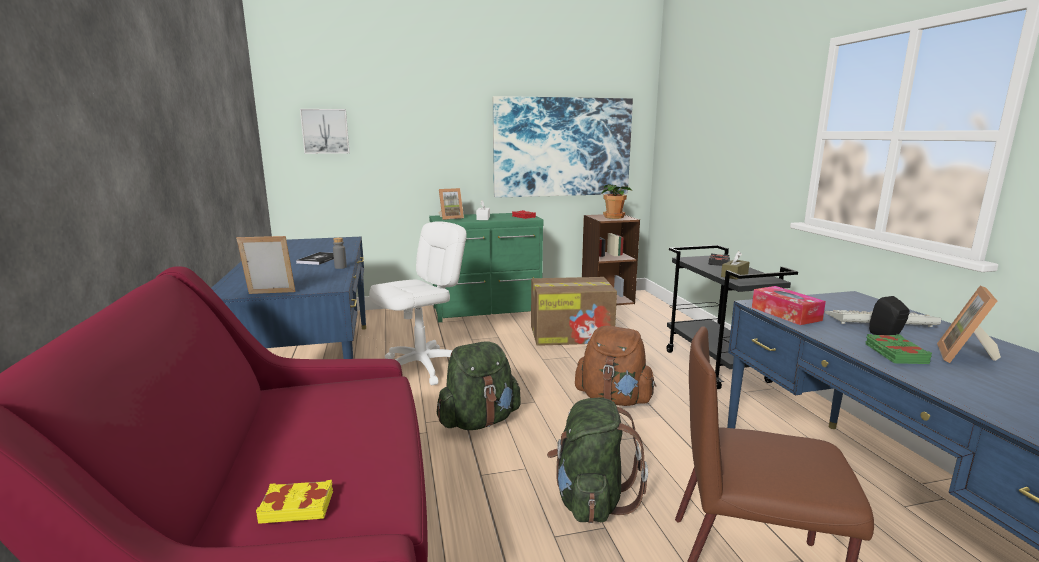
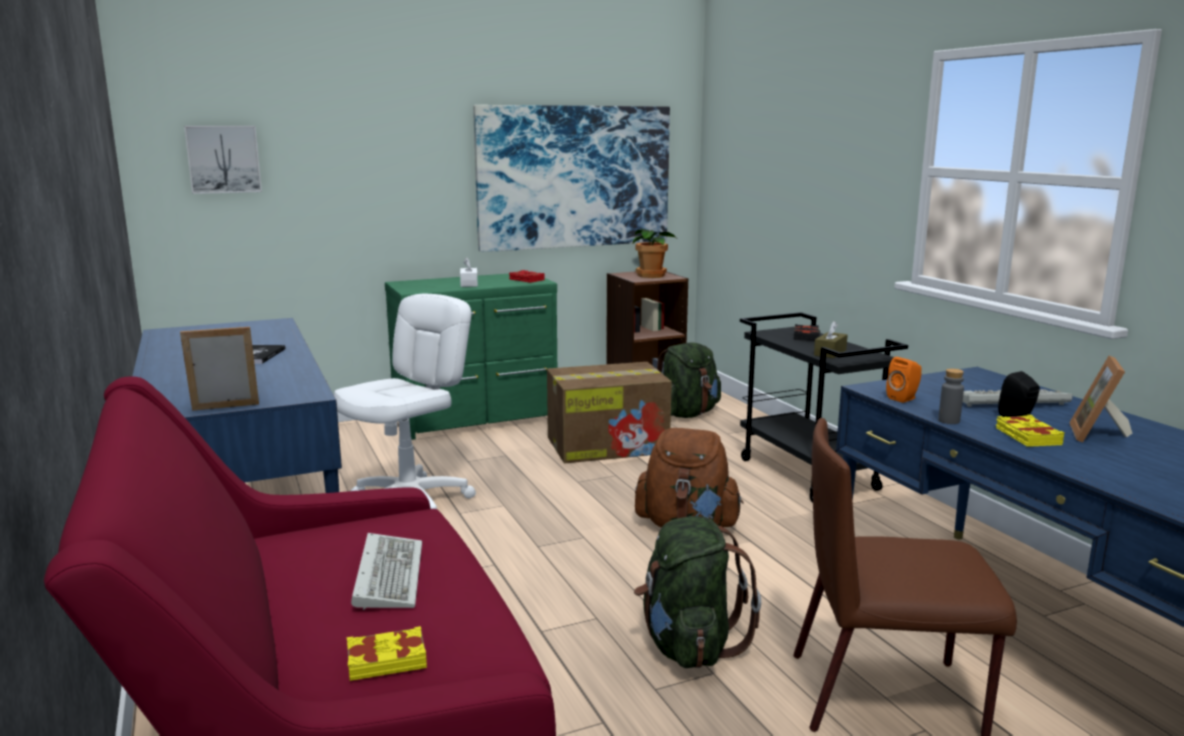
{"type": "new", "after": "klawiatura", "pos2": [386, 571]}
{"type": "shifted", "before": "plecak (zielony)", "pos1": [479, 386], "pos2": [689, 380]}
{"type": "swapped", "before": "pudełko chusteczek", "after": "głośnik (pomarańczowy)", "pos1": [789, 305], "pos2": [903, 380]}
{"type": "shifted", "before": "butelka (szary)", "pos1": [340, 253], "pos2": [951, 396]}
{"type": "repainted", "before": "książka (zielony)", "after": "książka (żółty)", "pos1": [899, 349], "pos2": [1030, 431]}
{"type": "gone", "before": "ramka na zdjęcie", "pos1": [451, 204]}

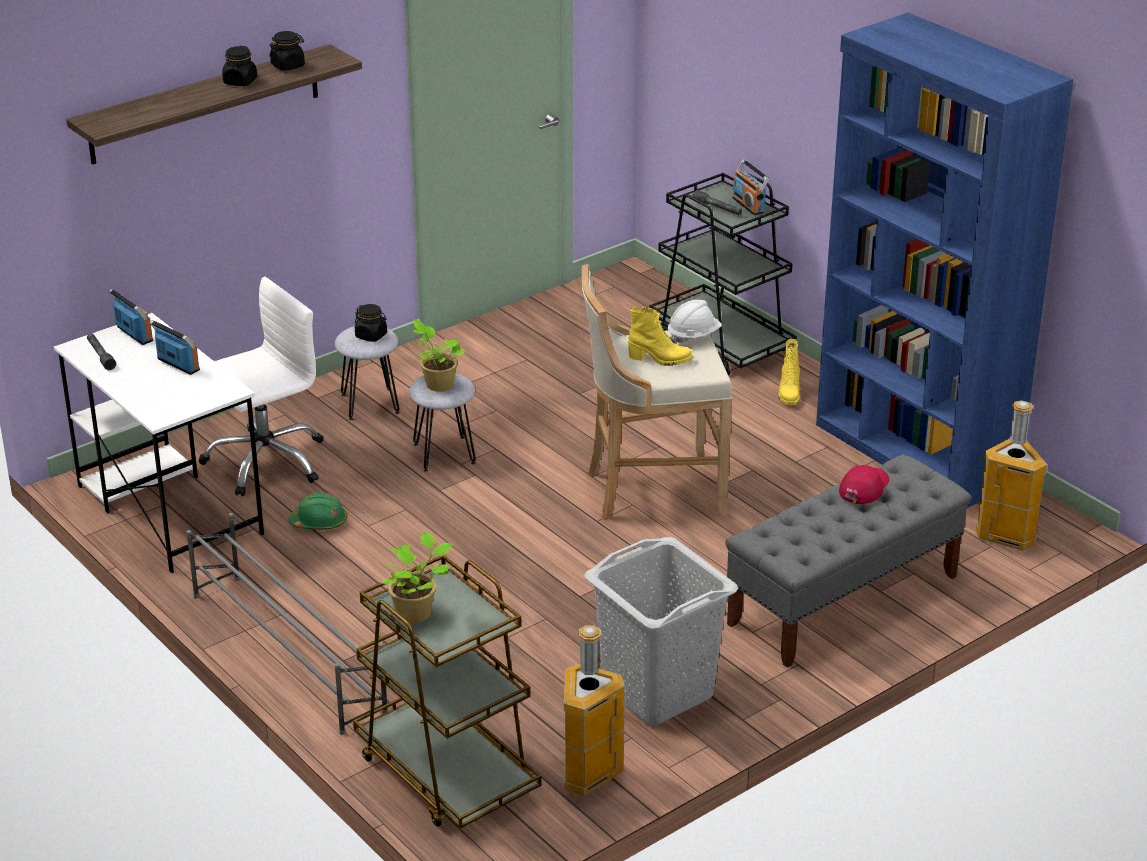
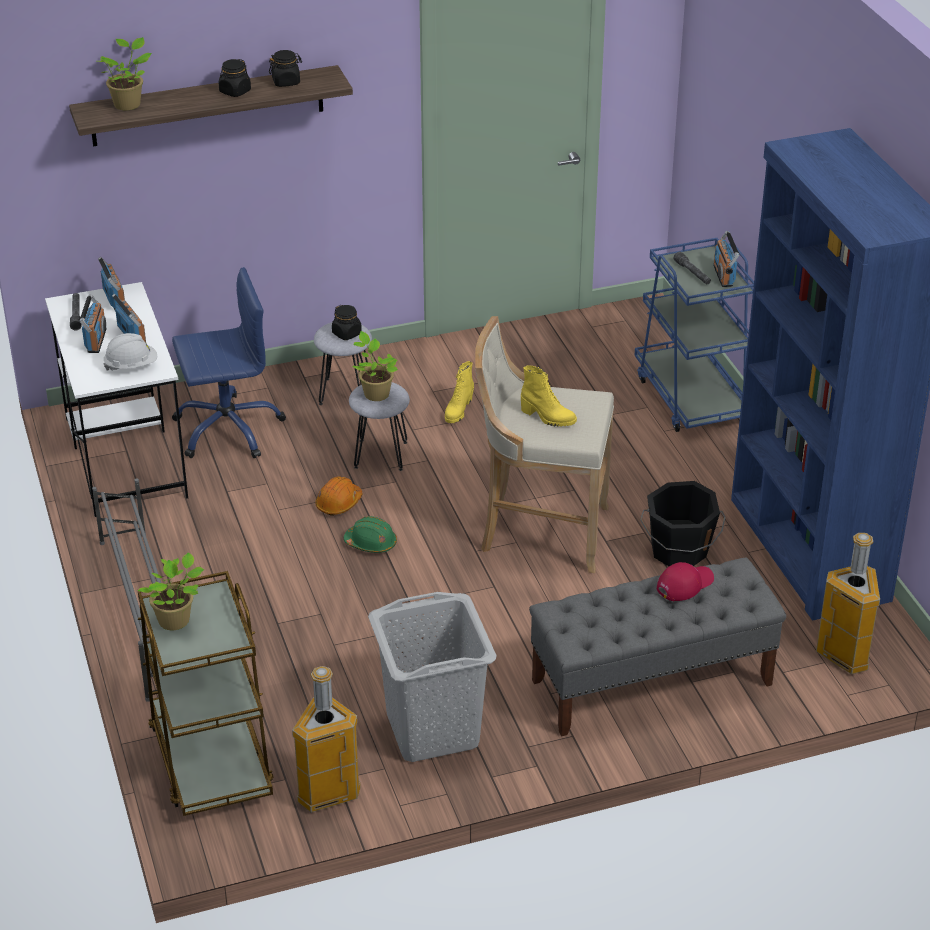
{"type": "new", "after": "radio", "pos2": [93, 323]}
{"type": "new", "after": "roślina doniczkowa", "pos2": [124, 73]}
{"type": "shifted", "before": "kask (biały)", "pos1": [695, 322], "pos2": [130, 352]}
{"type": "repainted", "before": "krzesło biurowe (biały)", "after": "krzesło biurowe (niebieski)", "pos1": [261, 386], "pos2": [229, 362]}
{"type": "new", "after": "kask (pomarańczowy)", "pos2": [339, 496]}
{"type": "shifted", "before": "kask (zielony)", "pos1": [318, 511], "pos2": [370, 534]}
{"type": "shifted", "before": "but z cholewką (żółty)", "pos1": [789, 372], "pos2": [459, 392]}
{"type": "repainted", "before": "wózek (czarny)", "after": "wózek (niebieski)", "pos1": [723, 274], "pos2": [694, 335]}
{"type": "new", "after": "wiadro (czarny)", "pos2": [682, 523]}

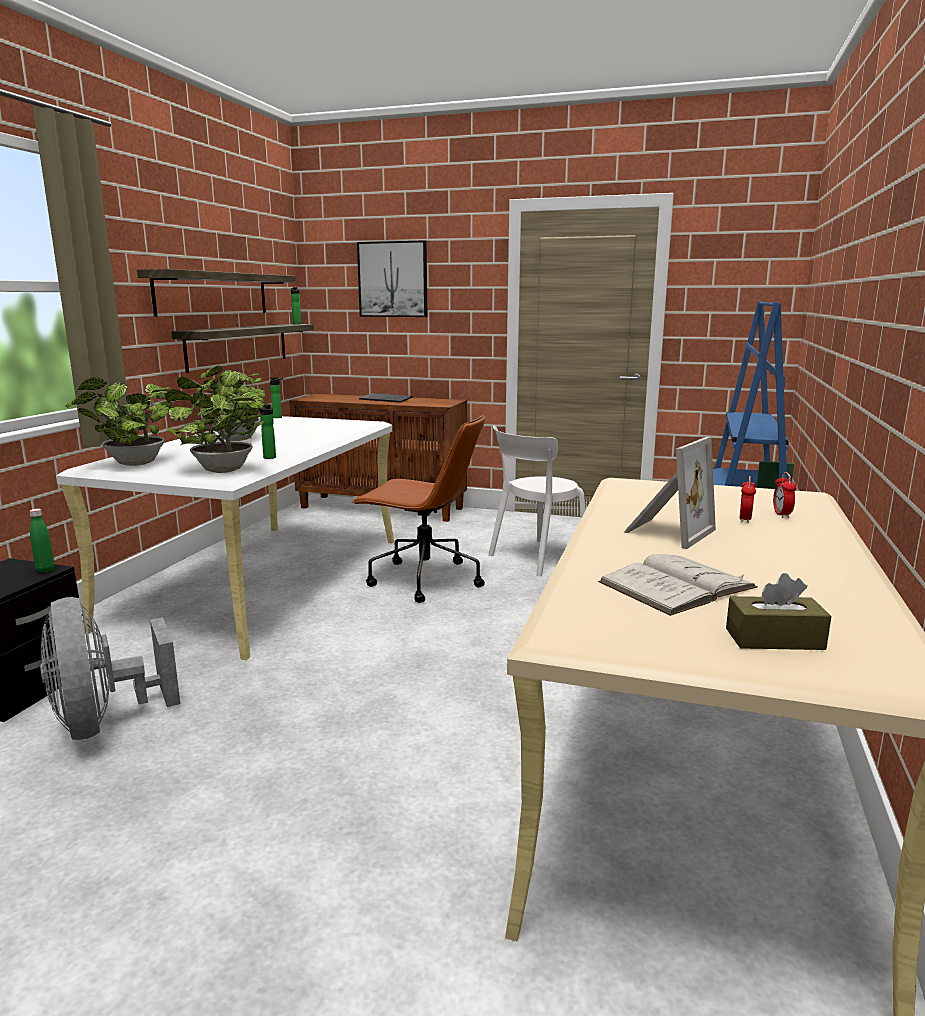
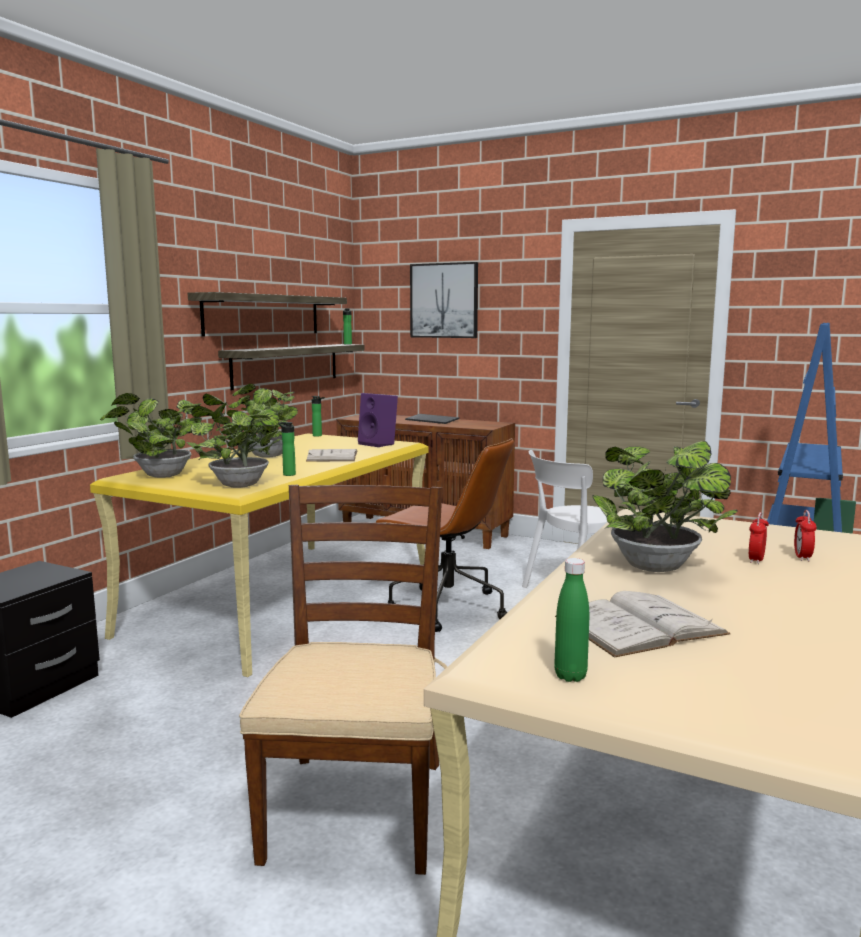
{"type": "repainted", "before": "biurko (biały)", "after": "biurko (żółty)", "pos1": [225, 538], "pos2": [259, 555]}
{"type": "new", "after": "krzesło (brązowy)", "pos2": [343, 680]}
{"type": "new", "after": "książka (biały)", "pos2": [331, 455]}
{"type": "new", "after": "głośnik (fioletowy)", "pos2": [378, 420]}
{"type": "shifted", "before": "butelka (zielony)", "pos1": [42, 541], "pos2": [571, 620]}
{"type": "swapped", "before": "ramka na zdjęcie", "after": "roślina doniczkowa", "pos1": [670, 493], "pos2": [665, 506]}
{"type": "gone", "before": "wentylator (szary)", "pos1": [110, 668]}
{"type": "gone", "before": "pudełko chusteczek (brązowy)", "pos1": [778, 611]}

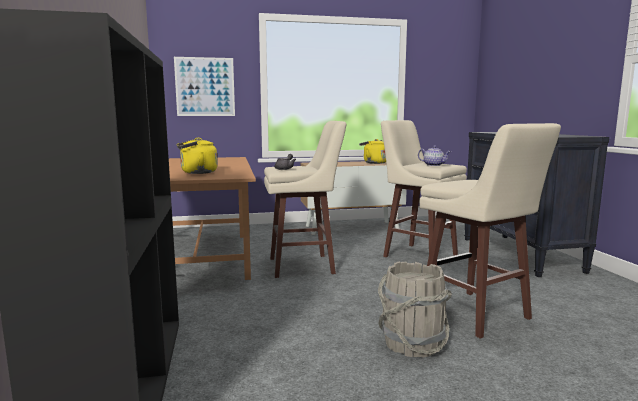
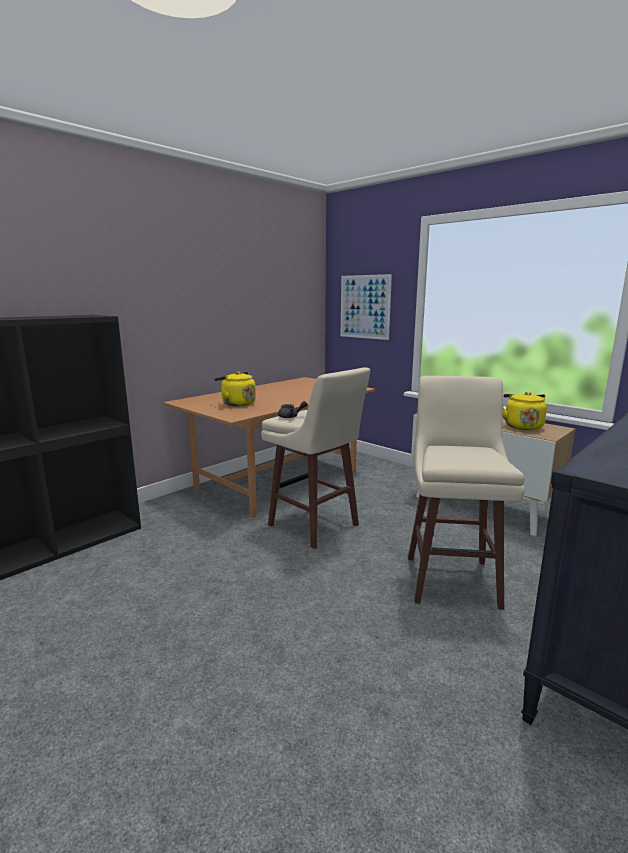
{"type": "gone", "before": "wiadro (szary)", "pos1": [415, 309]}
{"type": "gone", "before": "imbryk", "pos1": [434, 156]}
{"type": "gone", "before": "stołek (beżowy)", "pos1": [490, 231]}

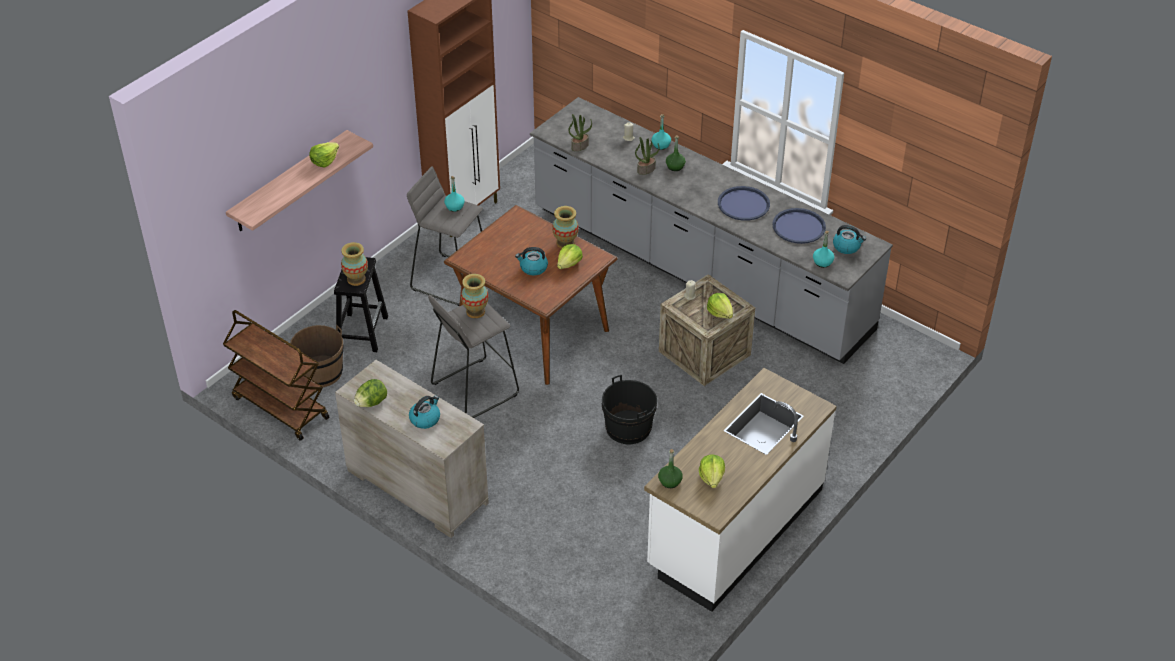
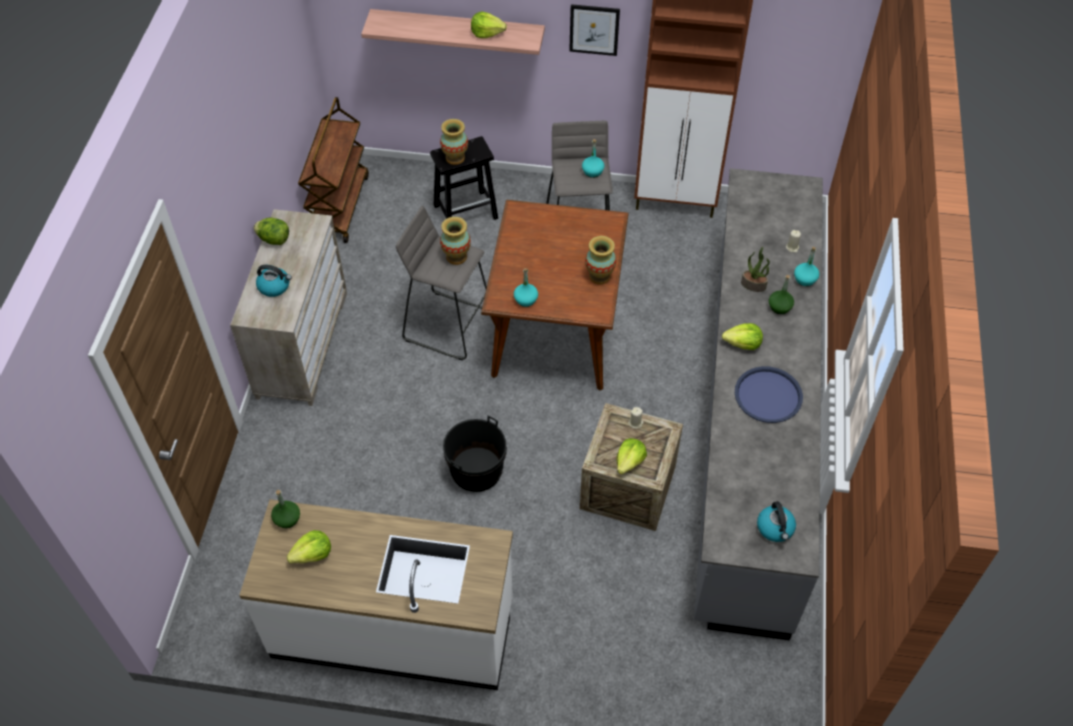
{"type": "shifted", "before": "butelka (turkusowy)", "pos1": [823, 249], "pos2": [526, 287]}
{"type": "new", "after": "obraz", "pos2": [594, 30]}
{"type": "shifted", "before": "sałata", "pos1": [570, 256], "pos2": [742, 336]}
{"type": "gone", "before": "wiadro (brązowy)", "pos1": [317, 356]}
{"type": "gone", "before": "czajnik", "pos1": [531, 261]}
{"type": "gone", "before": "roślina doniczkowa", "pos1": [580, 132]}
{"type": "gone", "before": "taca (niebieski)", "pos1": [799, 226]}

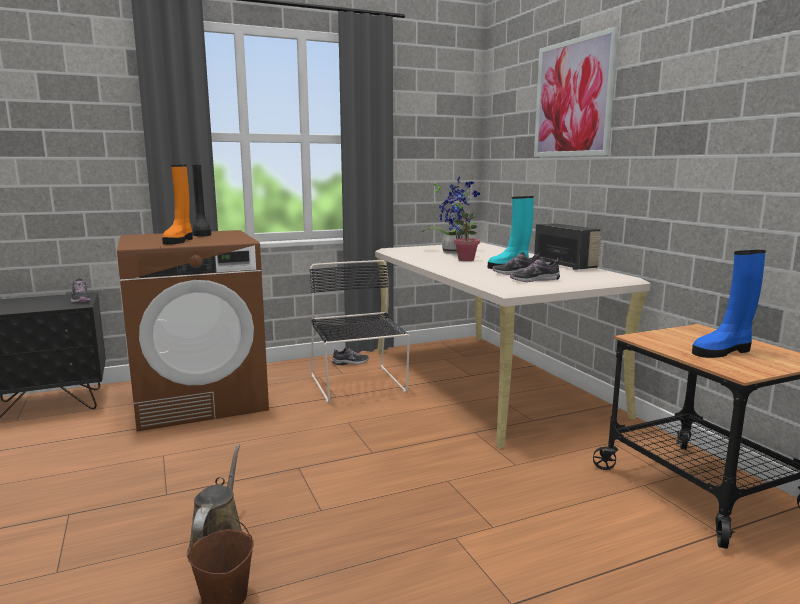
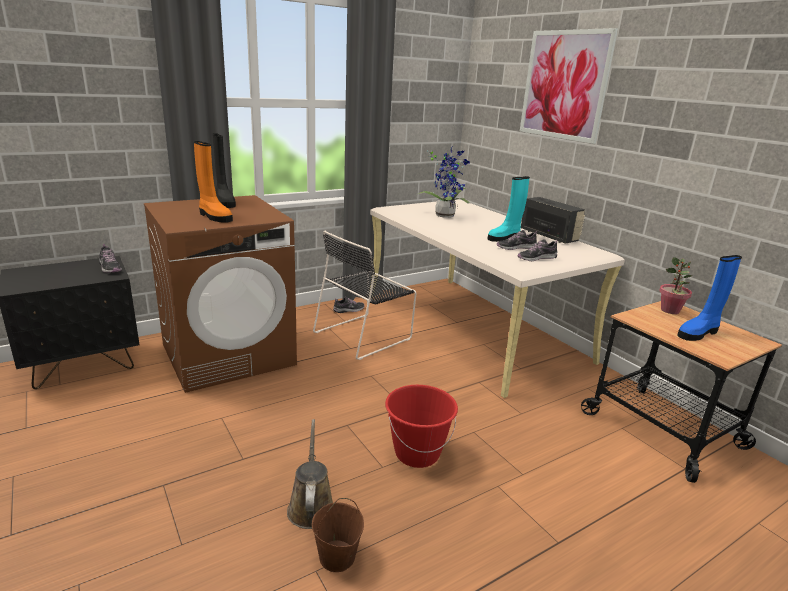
{"type": "rotated", "before": "but z cholewką (pomarańczowy)", "pos1": [177, 204], "pos2": [213, 182], "turn": -45}
{"type": "rotated", "before": "krzesło (czarny)", "pos1": [360, 331], "pos2": [364, 295], "turn": -105}
{"type": "new", "after": "wiadro (czerwony)", "pos2": [421, 426]}
{"type": "shifted", "before": "roślina doniczkowa", "pos1": [467, 236], "pos2": [675, 285]}

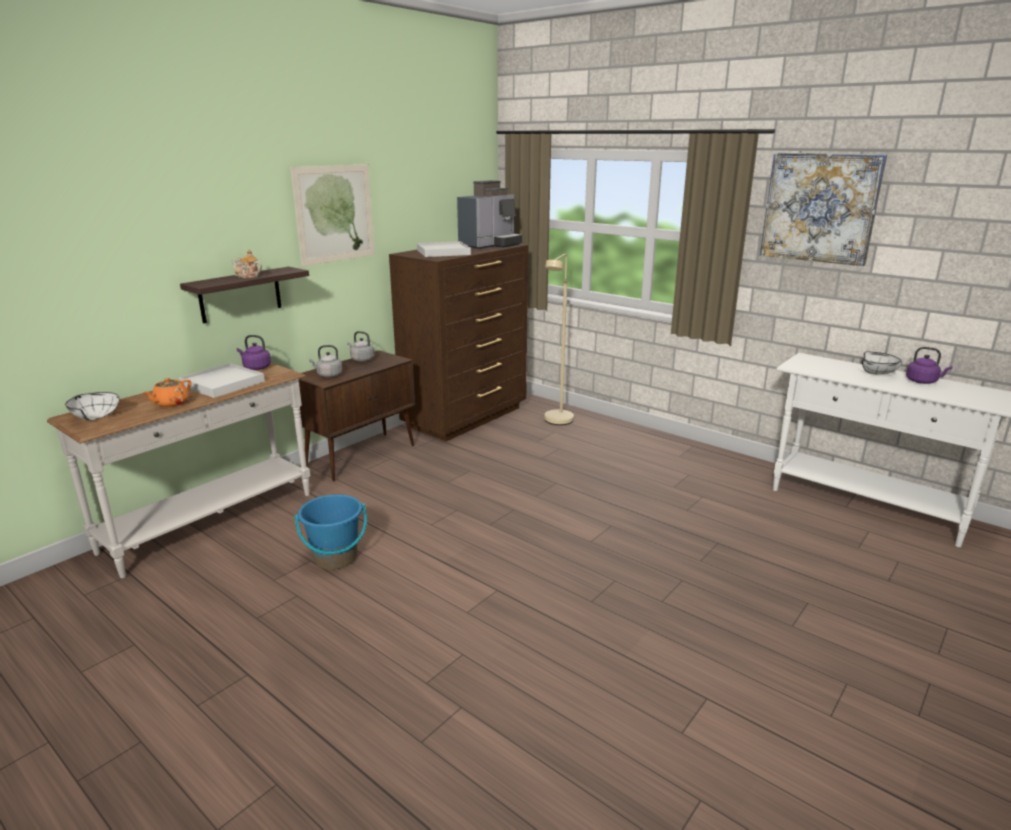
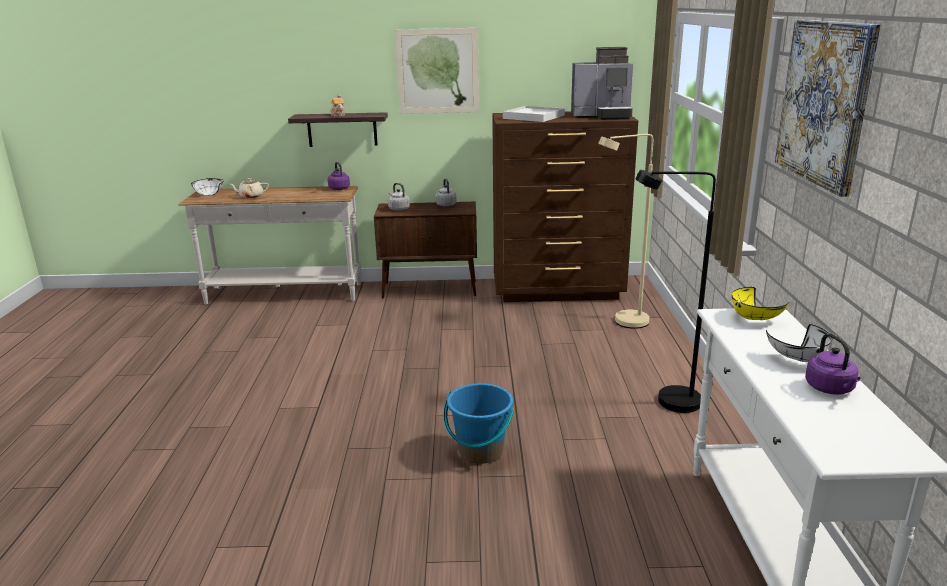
{"type": "repainted", "before": "imbryk (pomarańczowy)", "after": "imbryk (beżowy)", "pos1": [167, 392], "pos2": [249, 188]}
{"type": "shifted", "before": "wiadro (niebieski)", "pos1": [331, 532], "pos2": [478, 423]}
{"type": "new", "after": "lampa stojąca (czarny)", "pos2": [675, 291]}
{"type": "new", "after": "miska (żółty)", "pos2": [761, 303]}
{"type": "gone", "before": "taca (biały)", "pos1": [222, 380]}

